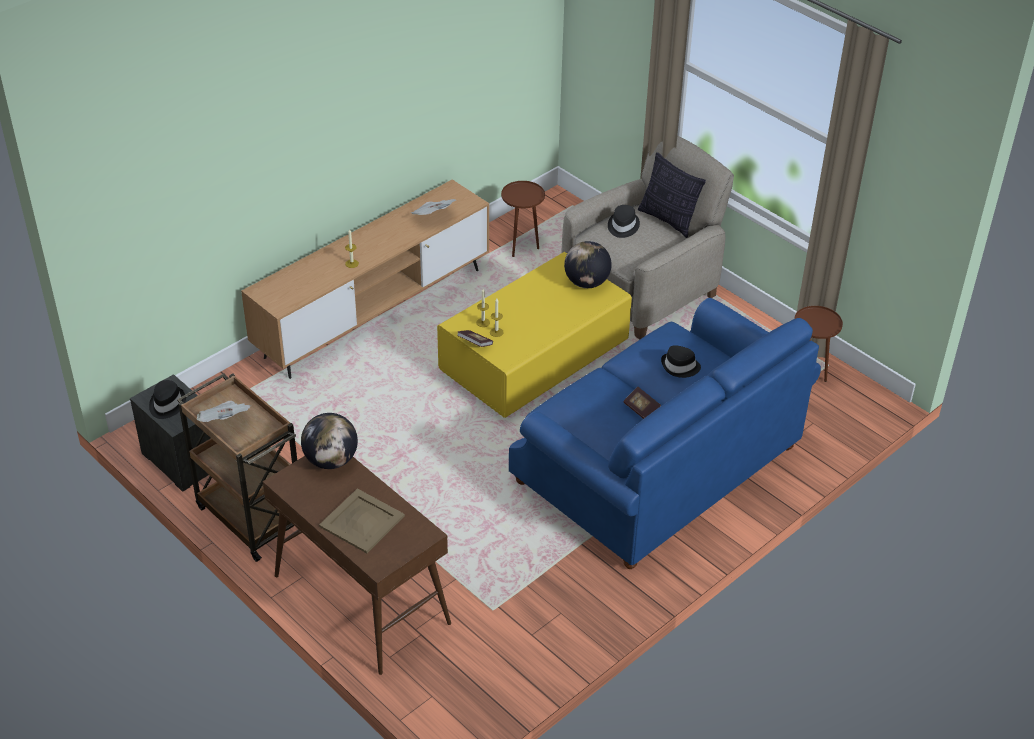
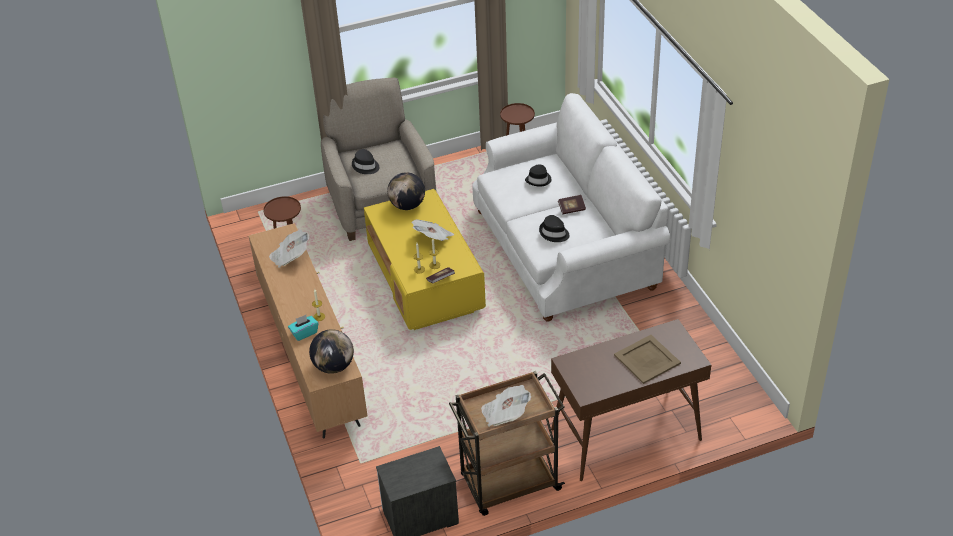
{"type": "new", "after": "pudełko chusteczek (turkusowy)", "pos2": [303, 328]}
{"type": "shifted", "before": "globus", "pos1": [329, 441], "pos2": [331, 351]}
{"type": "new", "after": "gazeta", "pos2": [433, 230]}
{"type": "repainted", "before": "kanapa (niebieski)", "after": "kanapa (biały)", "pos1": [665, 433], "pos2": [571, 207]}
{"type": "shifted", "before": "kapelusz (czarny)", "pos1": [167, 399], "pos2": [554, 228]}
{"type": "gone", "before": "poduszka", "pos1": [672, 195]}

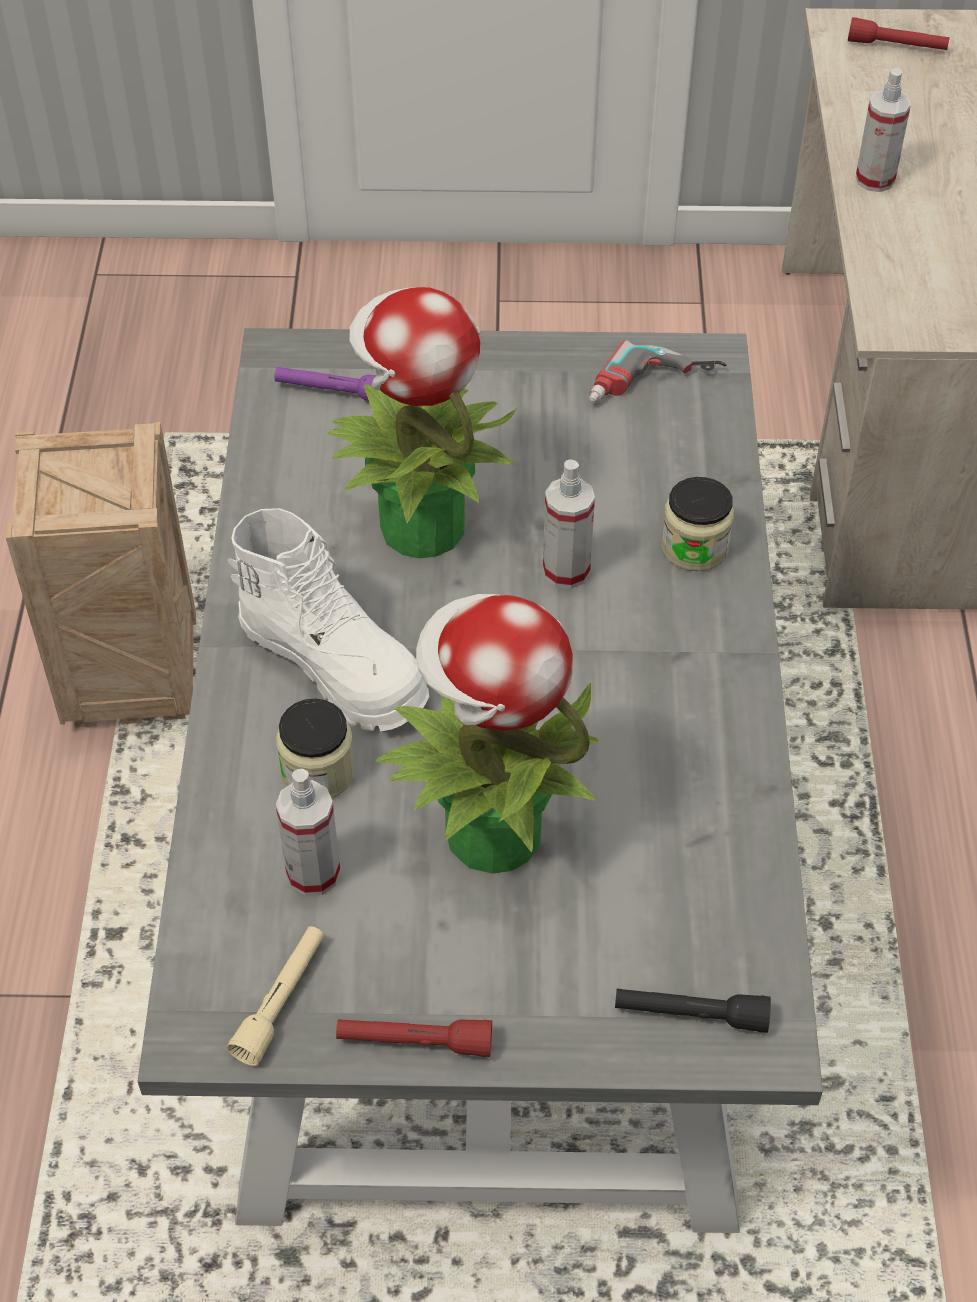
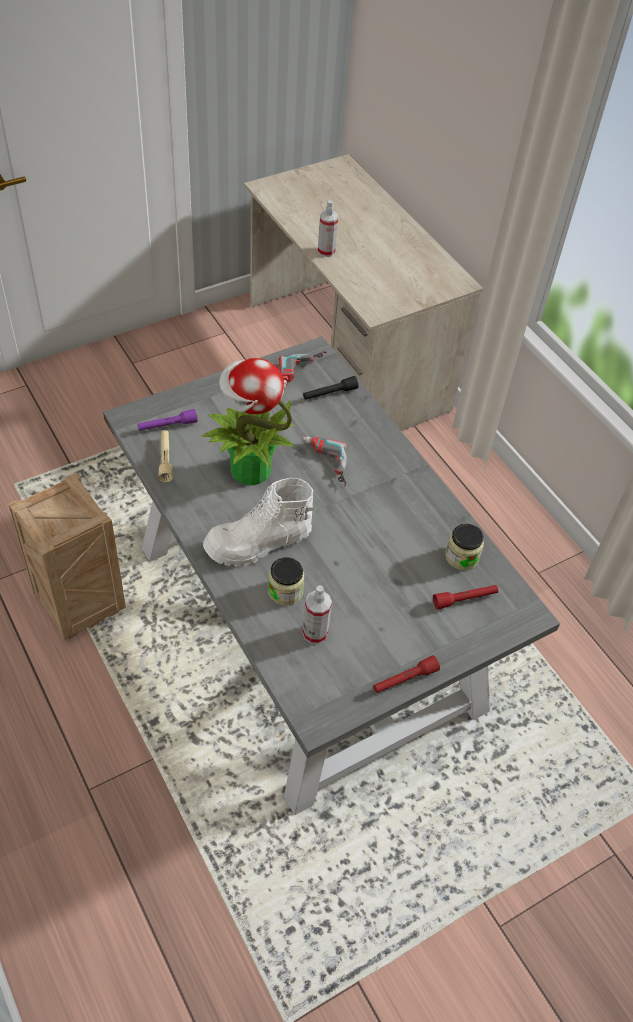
{"type": "shifted", "before": "latarka (beżowy)", "pos1": [275, 996], "pos2": [165, 456]}
{"type": "rotated", "before": "but z cholewką (biały)", "pos1": [329, 619], "pos2": [258, 522], "turn": 150}
{"type": "swapped", "before": "spryskiwacz", "after": "wiertarka", "pos1": [569, 524], "pos2": [324, 461]}
{"type": "shifted", "before": "latarka (czarny)", "pos1": [693, 1010], "pos2": [330, 388]}
{"type": "shifted", "before": "latarka (czerwony)", "pos1": [899, 33], "pos2": [465, 597]}
{"type": "shifted", "before": "słoik", "pos1": [697, 524], "pos2": [464, 547]}
{"type": "gone", "before": "roślina doniczkowa", "pos1": [487, 734]}

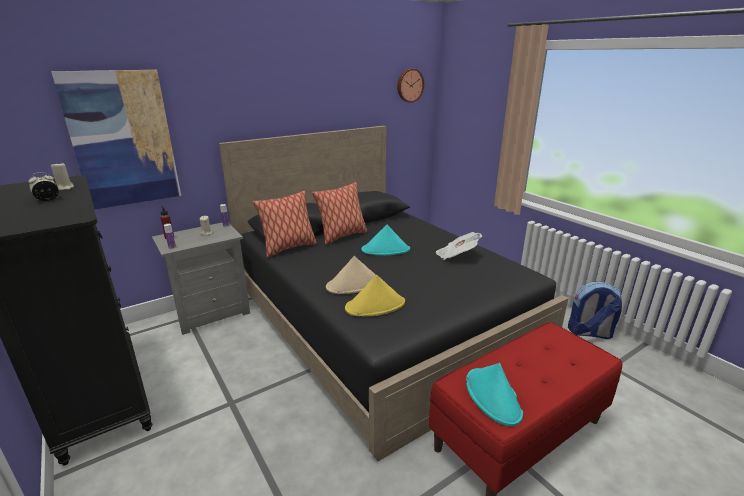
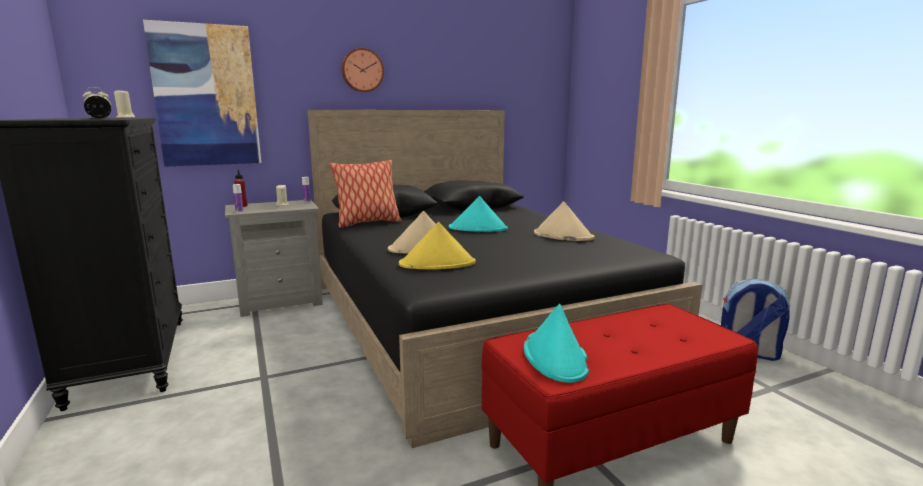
{"type": "shifted", "before": "zegar ścienny", "pos1": [410, 86], "pos2": [362, 70]}
{"type": "swapped", "before": "gazeta", "after": "kapelusz (beżowy)", "pos1": [459, 246], "pos2": [564, 221]}
{"type": "gone", "before": "poduszka", "pos1": [340, 213]}

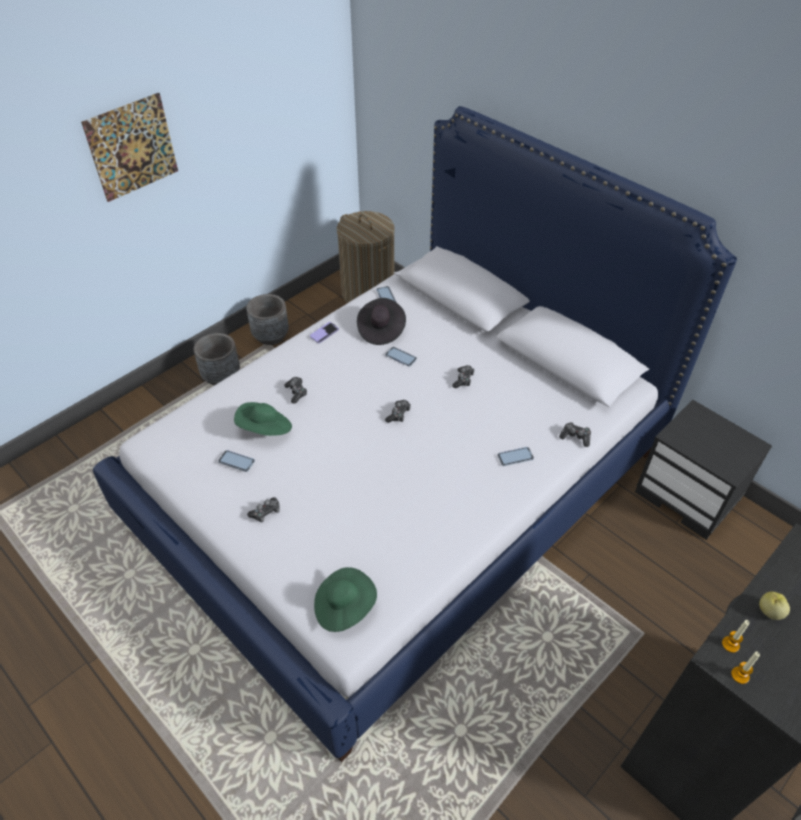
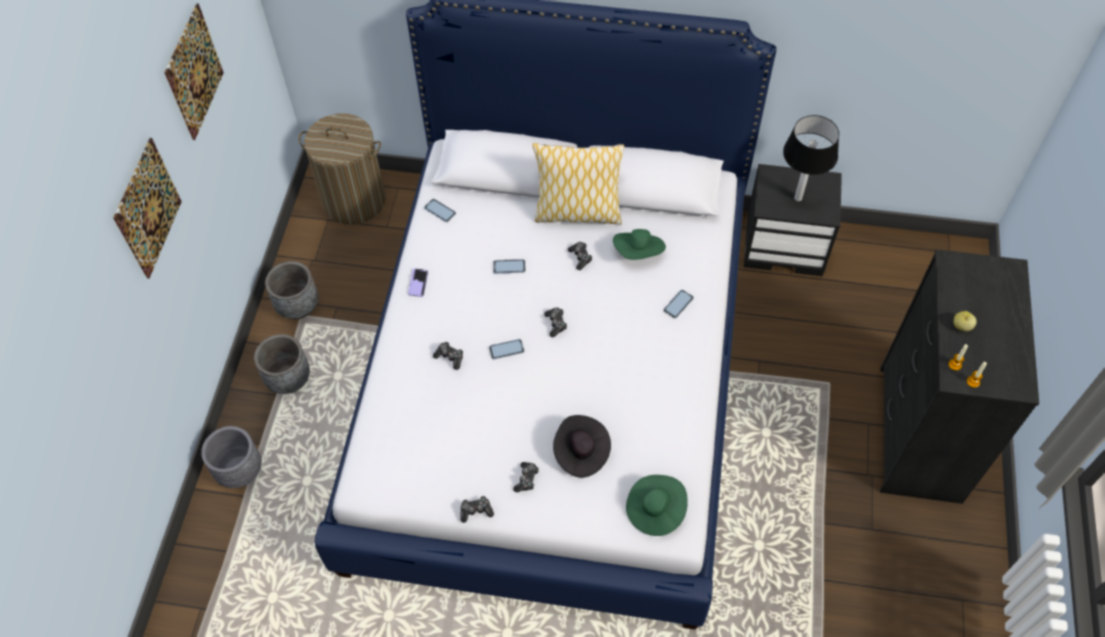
{"type": "new", "after": "obraz", "pos2": [194, 71]}
{"type": "new", "after": "donica (szary)", "pos2": [231, 457]}
{"type": "shifted", "before": "pad do gier", "pos1": [575, 434], "pos2": [477, 509]}
{"type": "shifted", "before": "telefon", "pos1": [236, 461], "pos2": [506, 349]}
{"type": "new", "after": "poduszka", "pos2": [578, 184]}
{"type": "shifted", "before": "kapelusz (czarny)", "pos1": [381, 321], "pos2": [582, 446]}
{"type": "shifted", "before": "kapelusz (zielony)", "pos1": [263, 419], "pos2": [639, 244]}
{"type": "new", "after": "lampa stołowa", "pos2": [811, 158]}

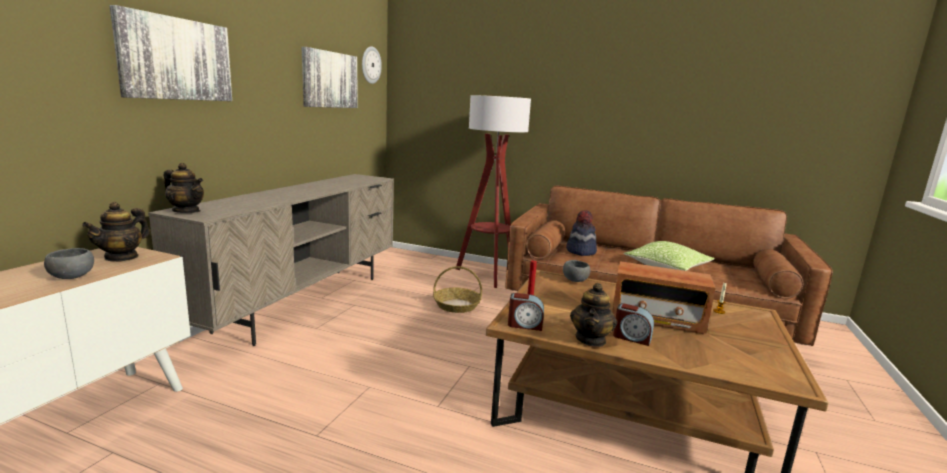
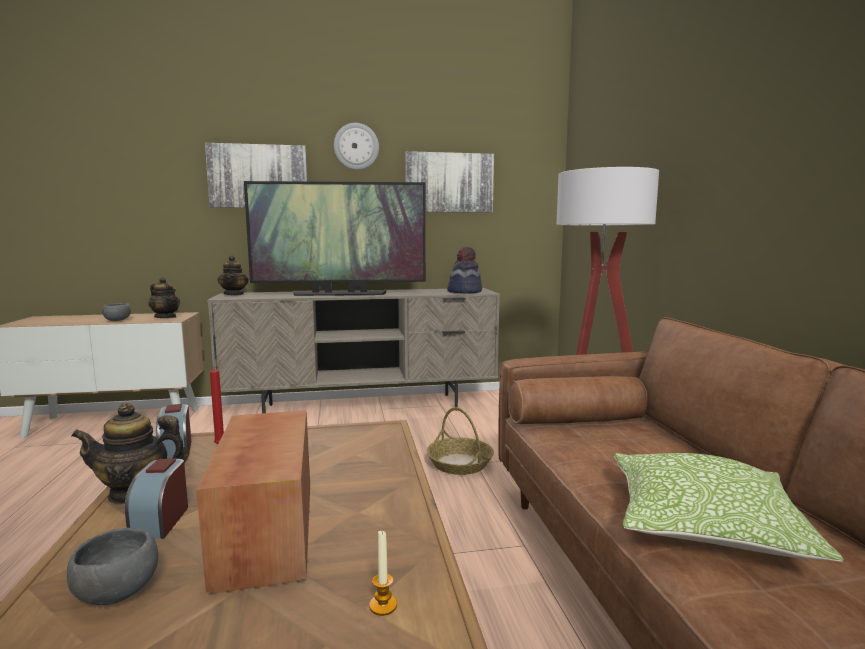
{"type": "shifted", "before": "miska (szary)", "pos1": [576, 271], "pos2": [112, 566]}
{"type": "rotated", "before": "imbryk", "pos1": [116, 232], "pos2": [164, 297], "turn": -135}
{"type": "new", "after": "telewizor", "pos2": [335, 238]}
{"type": "shifted", "before": "zegar ścienny", "pos1": [372, 65], "pos2": [356, 146]}
{"type": "shifted", "before": "kapelusz", "pos1": [581, 233], "pos2": [464, 270]}

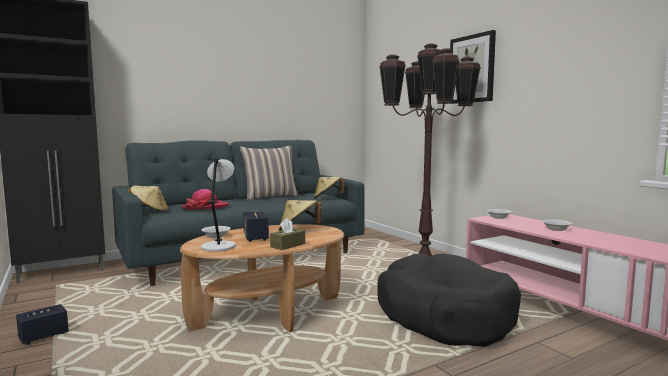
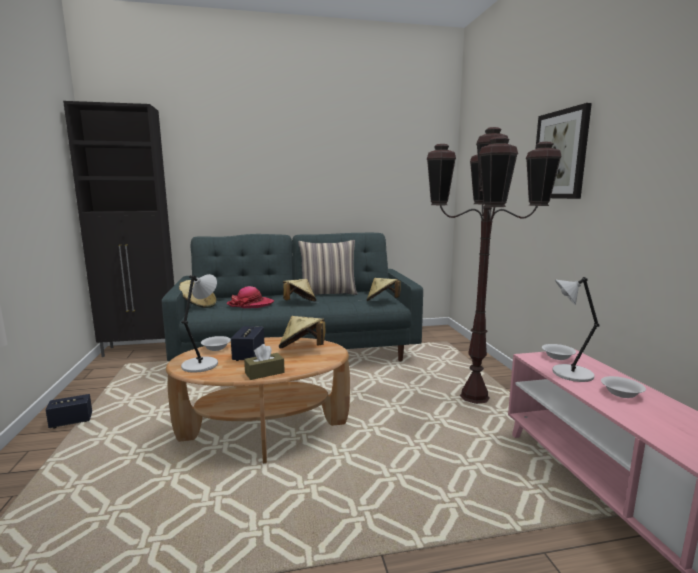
{"type": "new", "after": "kapelusz (beżowy)", "pos2": [300, 290]}
{"type": "new", "after": "lampa stołowa (szary)", "pos2": [576, 329]}
{"type": "gone", "before": "legowisko (czarny)", "pos1": [449, 300]}

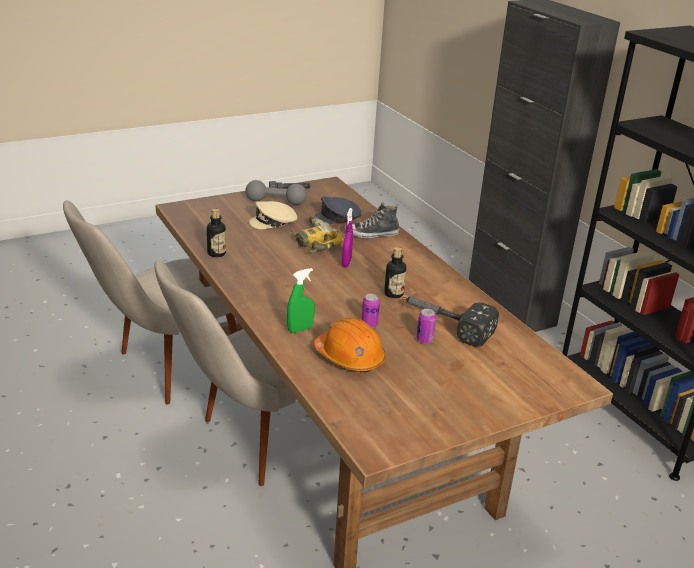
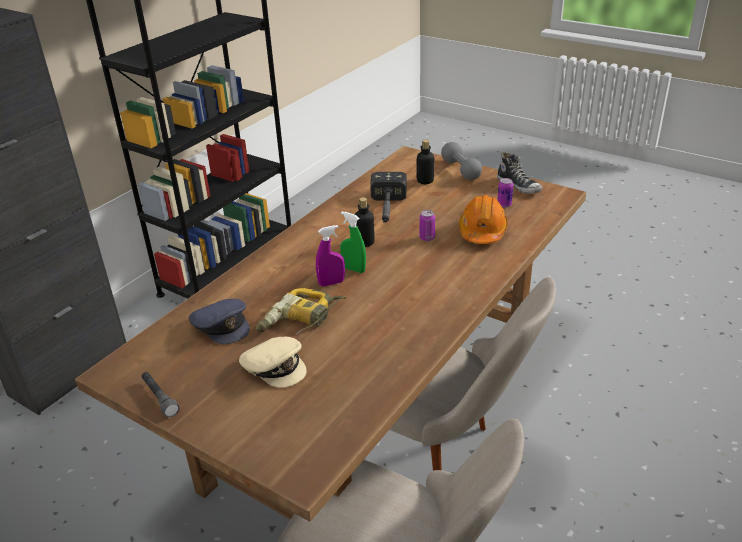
{"type": "shifted", "before": "spryskiwacz (zielony)", "pos1": [301, 300], "pos2": [353, 242]}
{"type": "shifted", "before": "butelka", "pos1": [216, 233], "pos2": [425, 162]}
{"type": "shifted", "before": "hantel (szary)", "pos1": [276, 192], "pos2": [461, 161]}
{"type": "shifted", "before": "but", "pos1": [371, 220], "pos2": [519, 173]}
{"type": "shifted", "before": "puszka", "pos1": [426, 326], "pos2": [505, 193]}

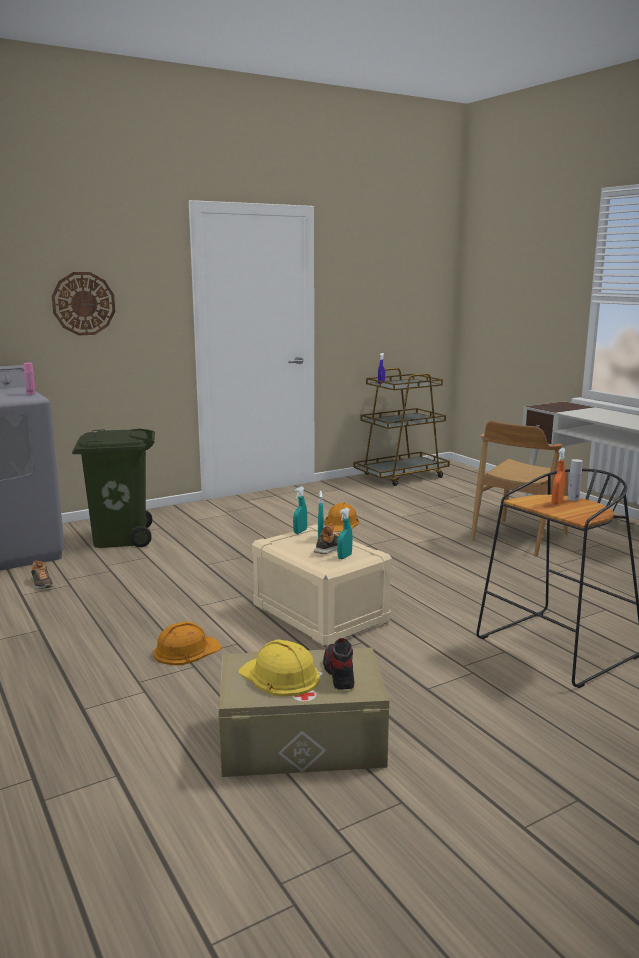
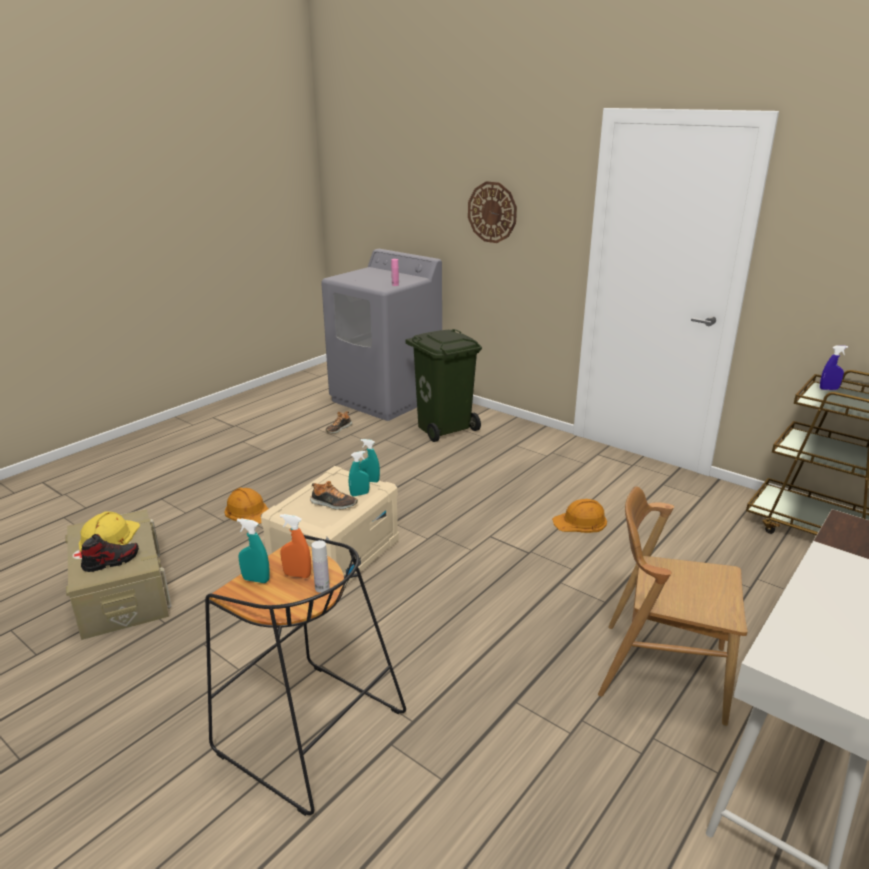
{"type": "shifted", "before": "spryskiwacz (turkusowy)", "pos1": [345, 533], "pos2": [253, 550]}

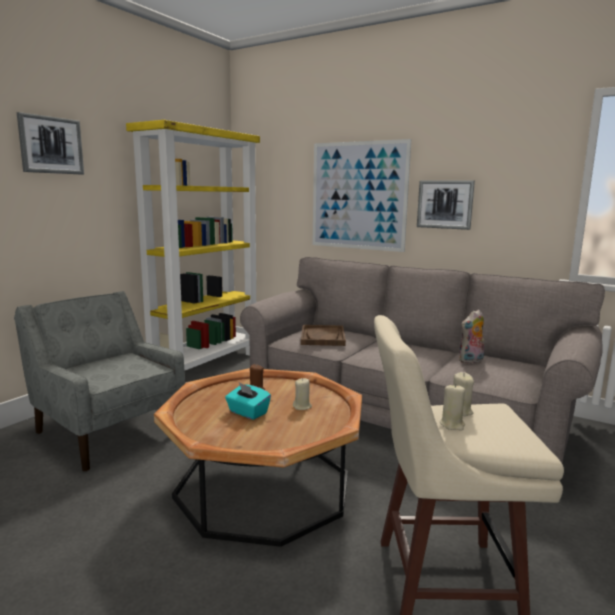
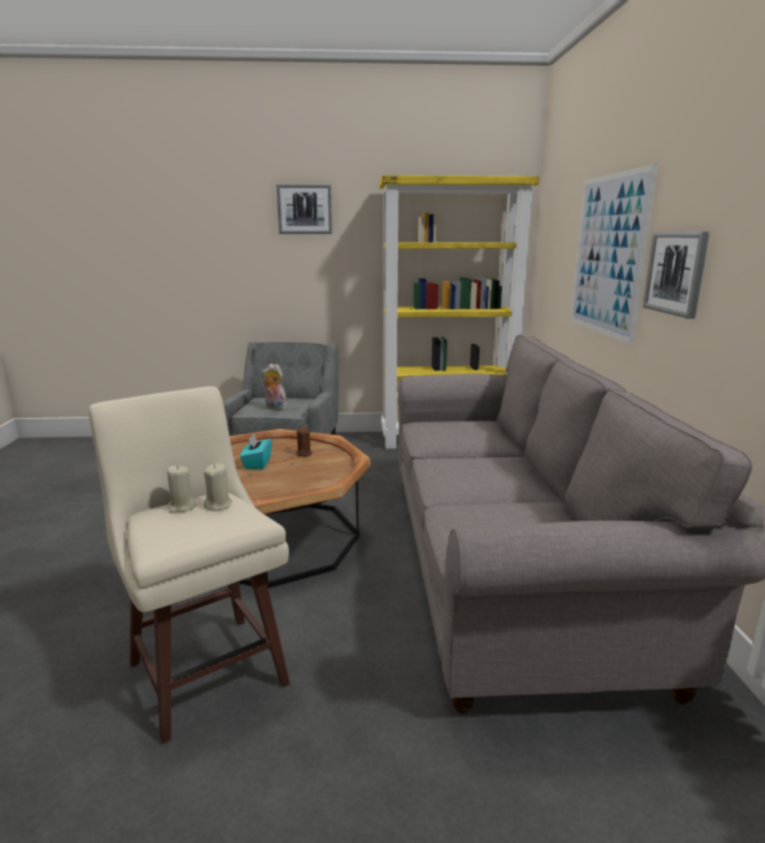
{"type": "shifted", "before": "pluszak", "pos1": [472, 337], "pos2": [274, 387]}
{"type": "gone", "before": "świeca (beżowy)", "pos1": [302, 394]}
{"type": "gone", "before": "taca (brązowy)", "pos1": [323, 335]}

